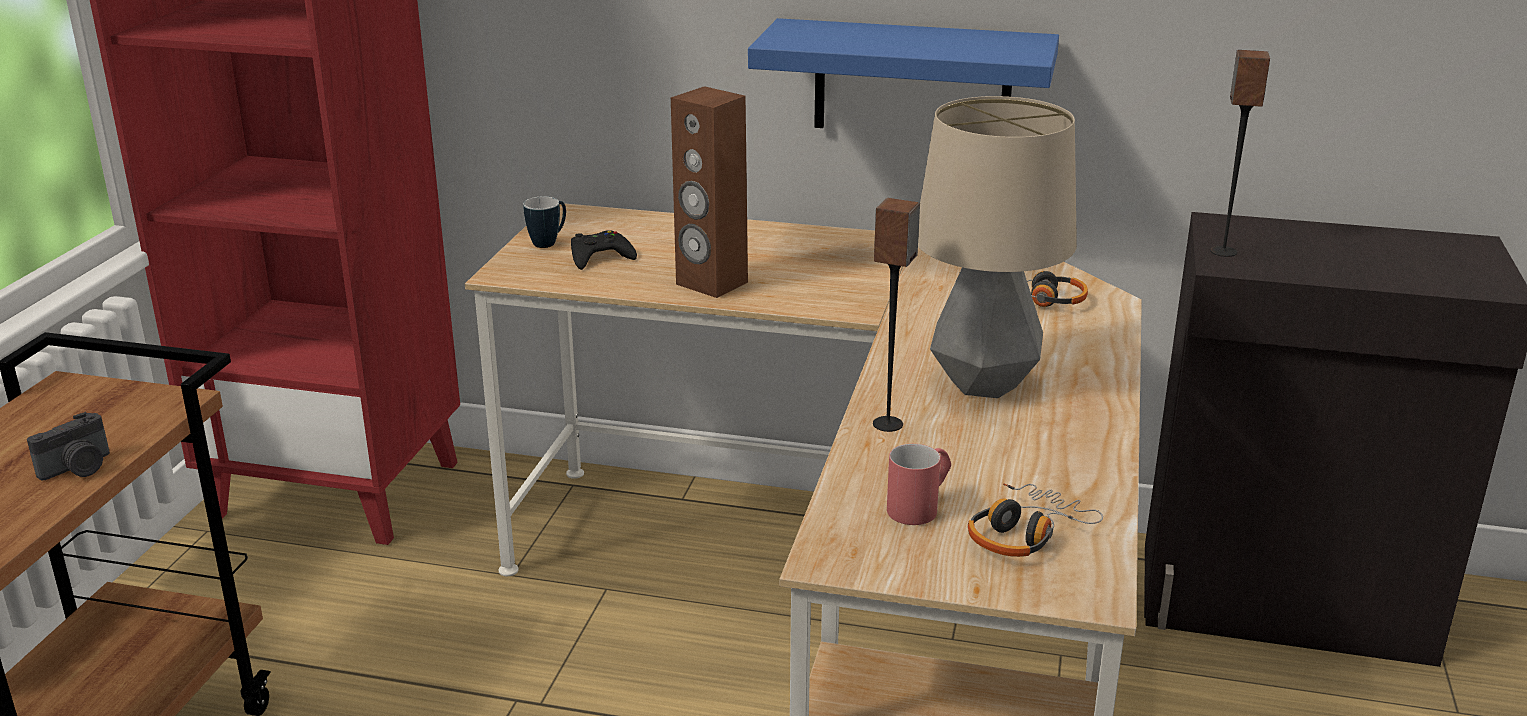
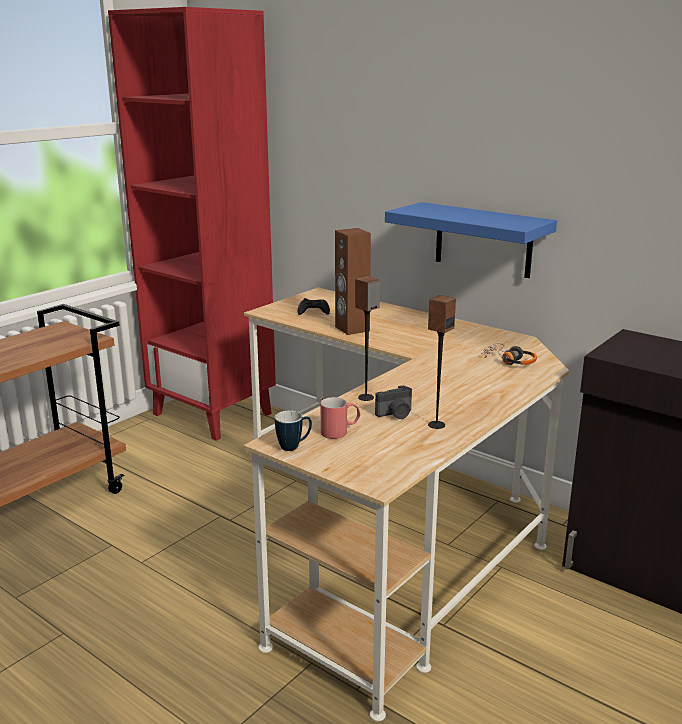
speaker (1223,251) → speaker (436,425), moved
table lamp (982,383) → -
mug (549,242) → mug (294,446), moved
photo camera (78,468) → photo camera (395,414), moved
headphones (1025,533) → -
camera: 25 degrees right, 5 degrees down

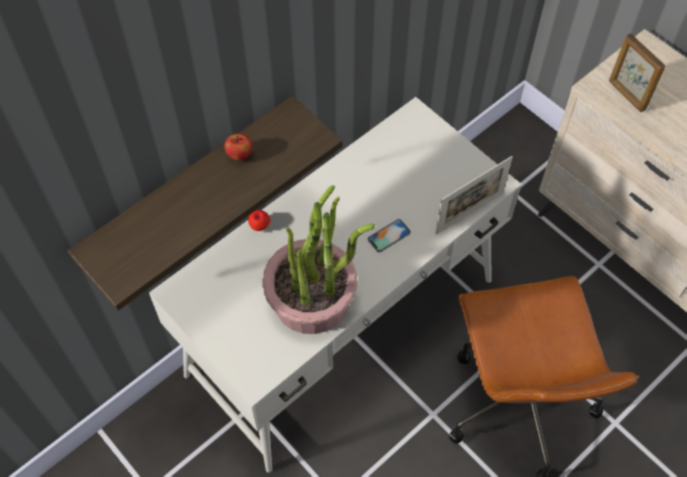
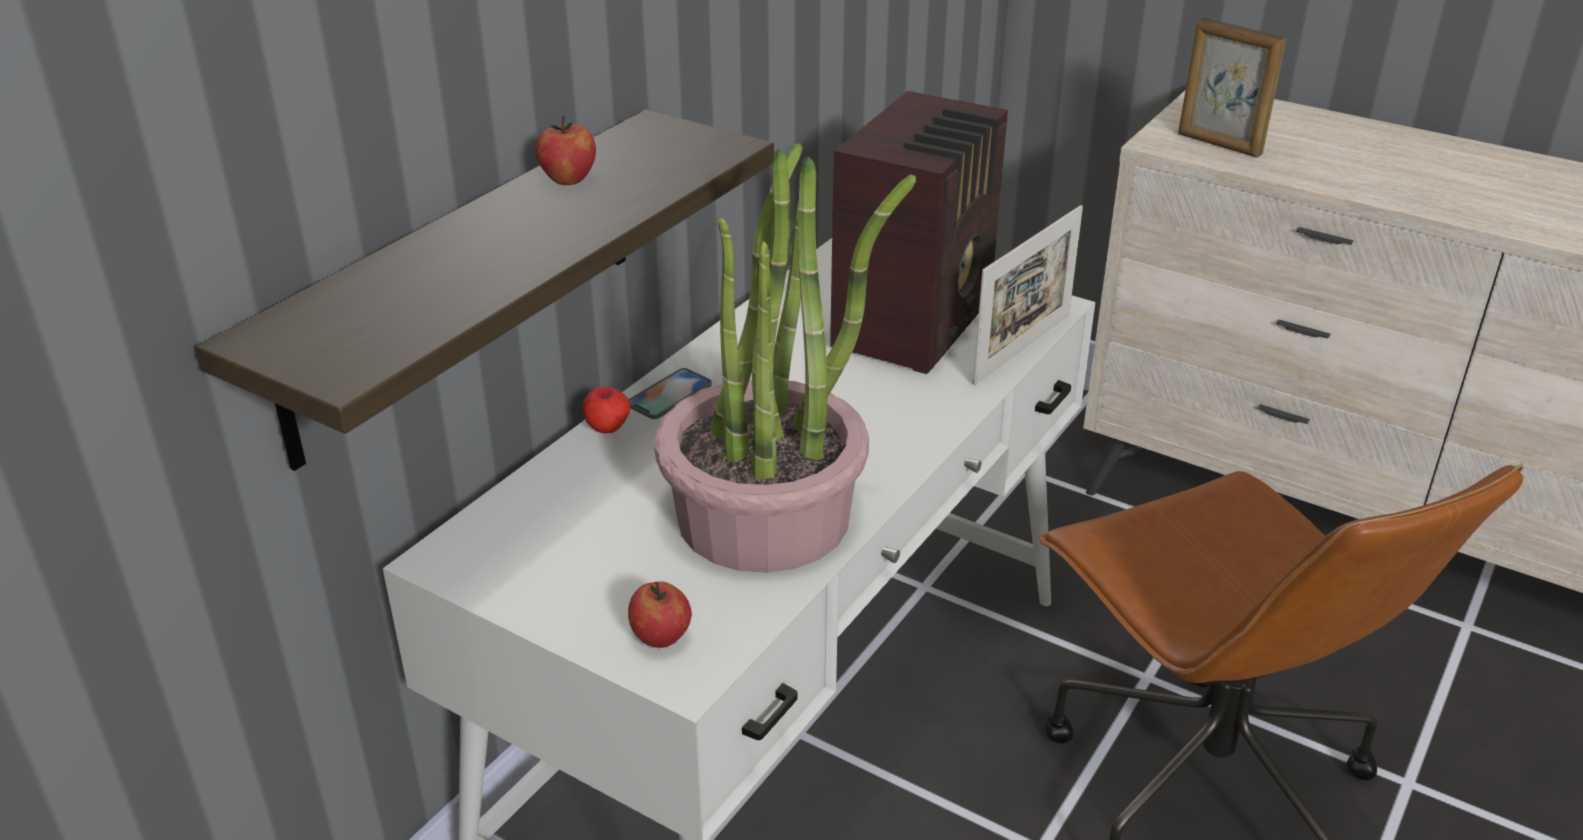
phone (389,236) → phone (669,394), moved
- → radio (918,323)
- → apple (661,638)
camera: 15 degrees left, 25 degrees down

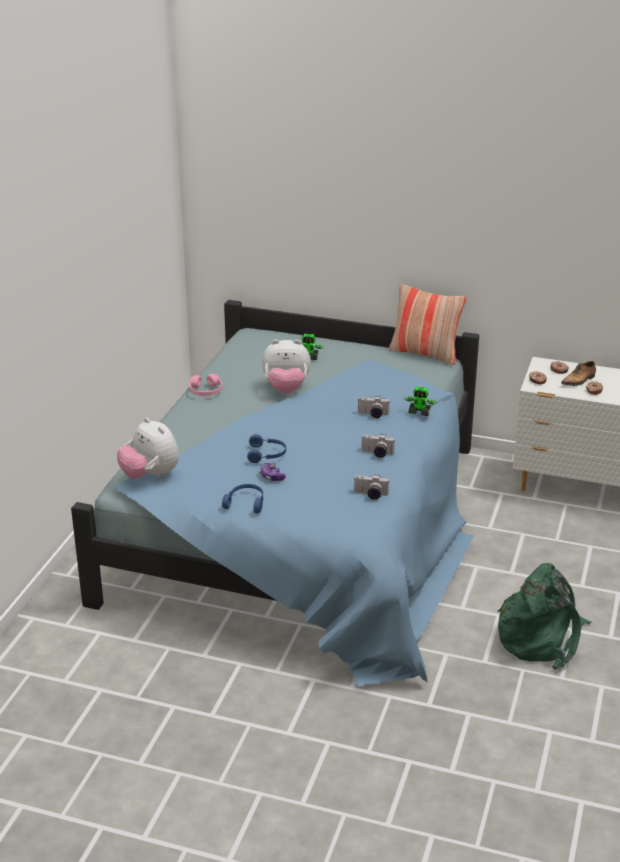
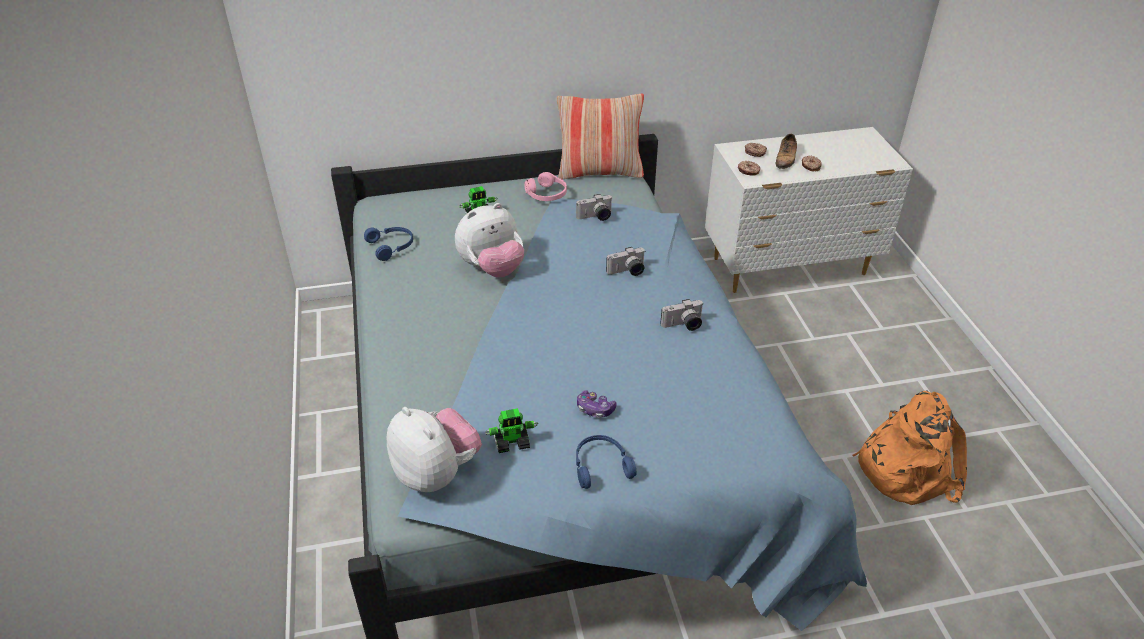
headphones (pink) (206,391) → headphones (pink) (546,194), moved
toy robot (419,412) → toy robot (512,443), moved
plush toy (150,475) → plush toy (437,473), 150 degrees counterclockwise
headphones (blue) (267,454) → headphones (blue) (392,246), moved
photo camera (370,495) → photo camera (595,217), moved
backpack (green) (541,638) → backpack (orange) (905,467)
camera: 30 degrees left, 10 degrees up

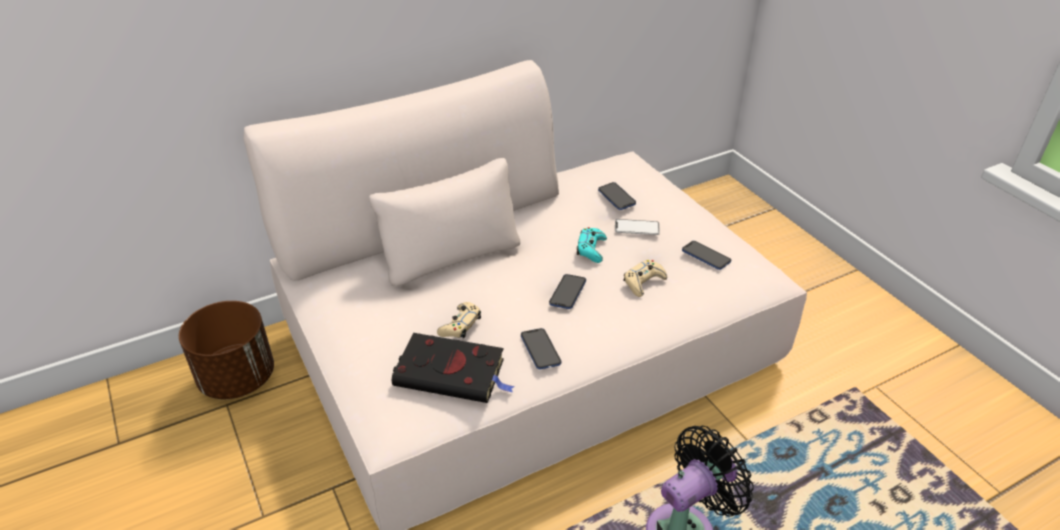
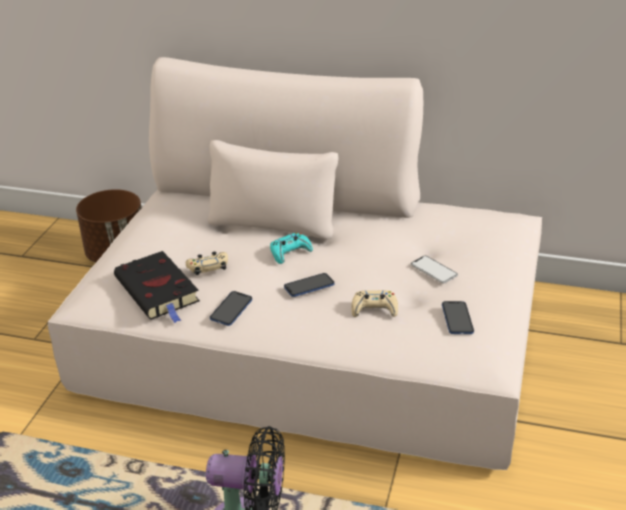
phone (616,197) → -
game controller (turquoise) (591,249) → game controller (turquoise) (290,252), moved
camera: 45 degrees right, 5 degrees down

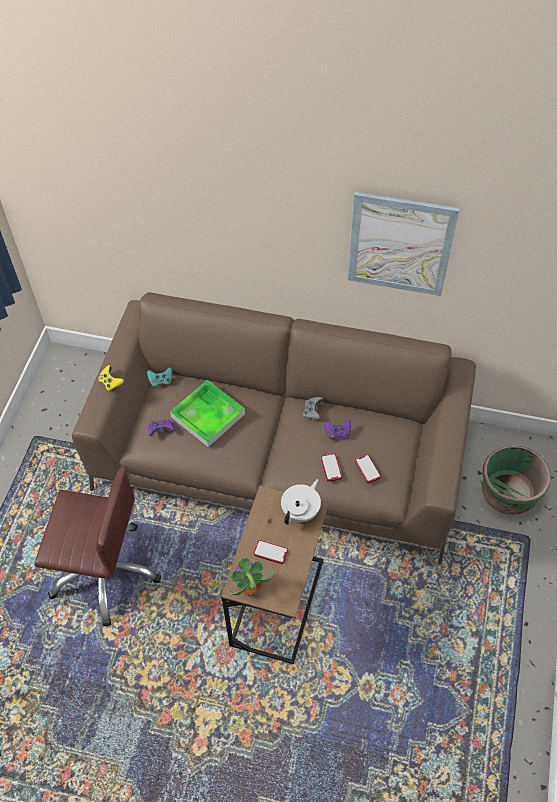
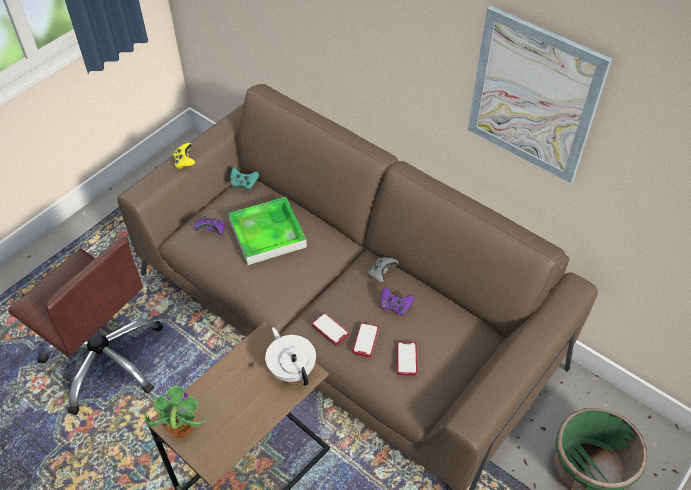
teapot (white) (301,511) → teapot (white) (292,369), 90 degrees counterclockwise
phone (270,552) → phone (330,329), moved
camera: 25 degrees right, 5 degrees down

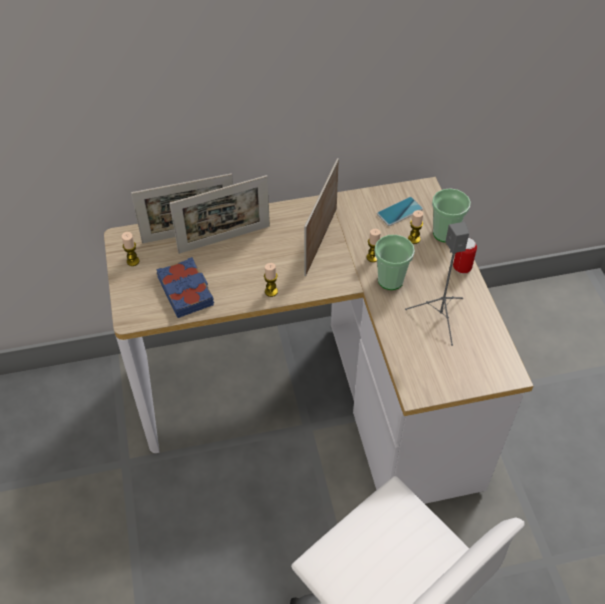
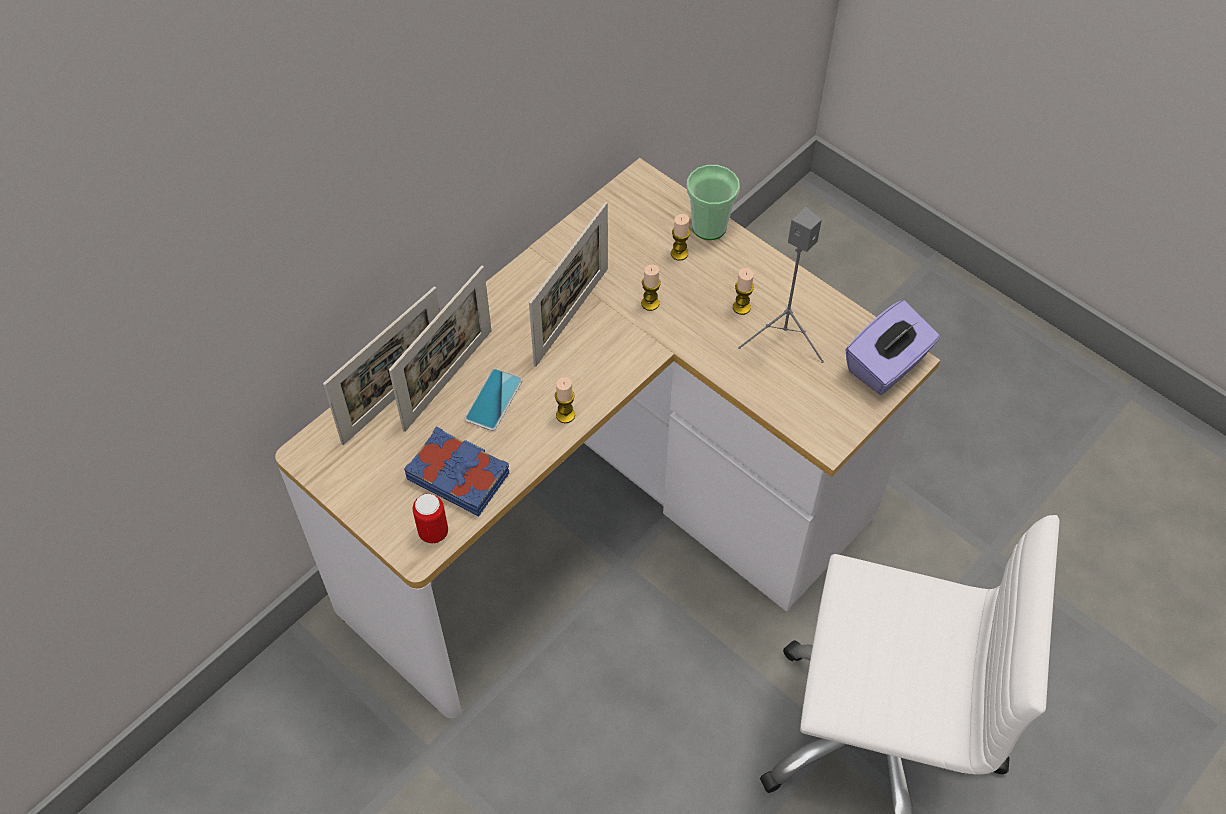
picture frame (320,241) → picture frame (571,316), 135 degrees counterclockwise
phone (399,212) → phone (494,400), moved
candle (133,261) → candle (741,307), moved
cup (390,280) → -
can (462,268) → can (433,532), moved
- → tissue box (purple) (887,365)
camera: 35 degrees left, 5 degrees up

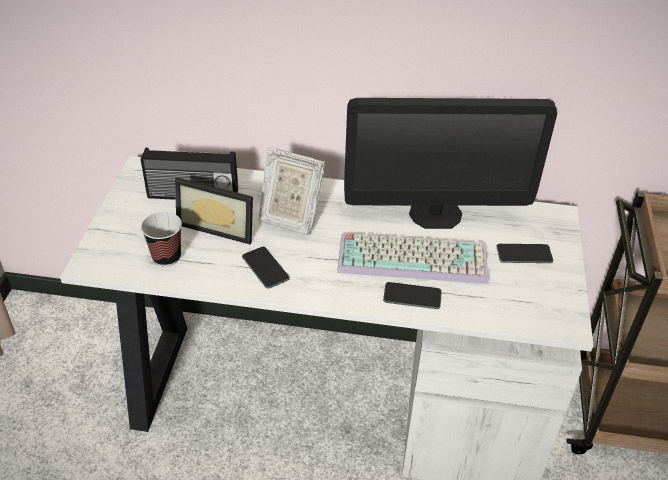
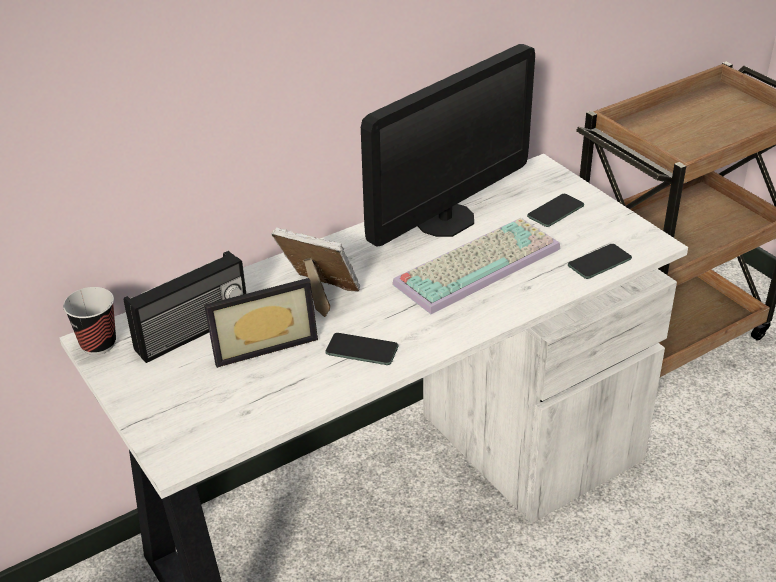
picture frame (289,218) → picture frame (321,296), 135 degrees counterclockwise
cup (166,257) → cup (98,344), moved
phone (412,296) → phone (599,262), moved
camera: 40 degrees left, 5 degrees down

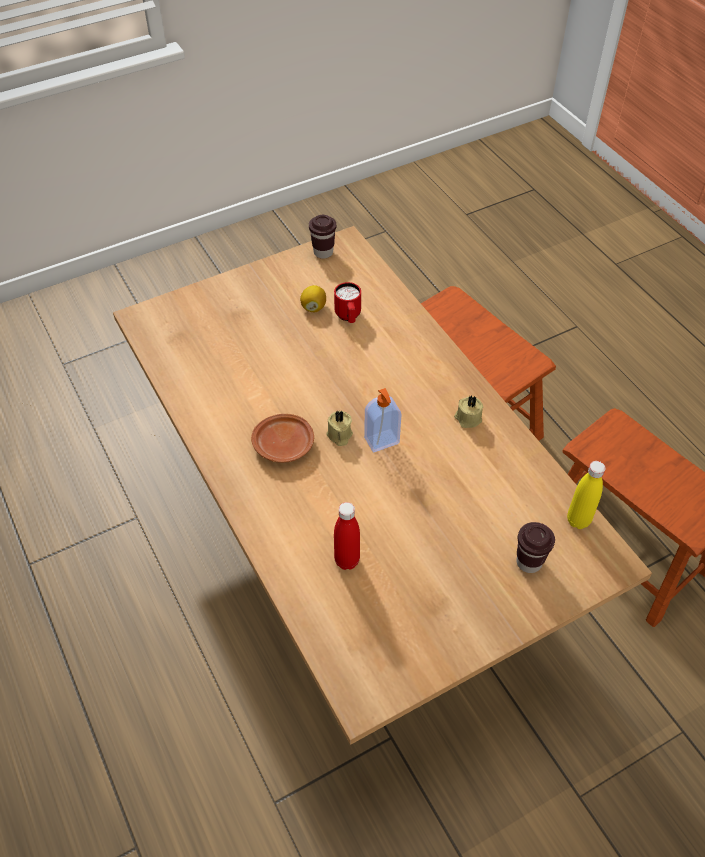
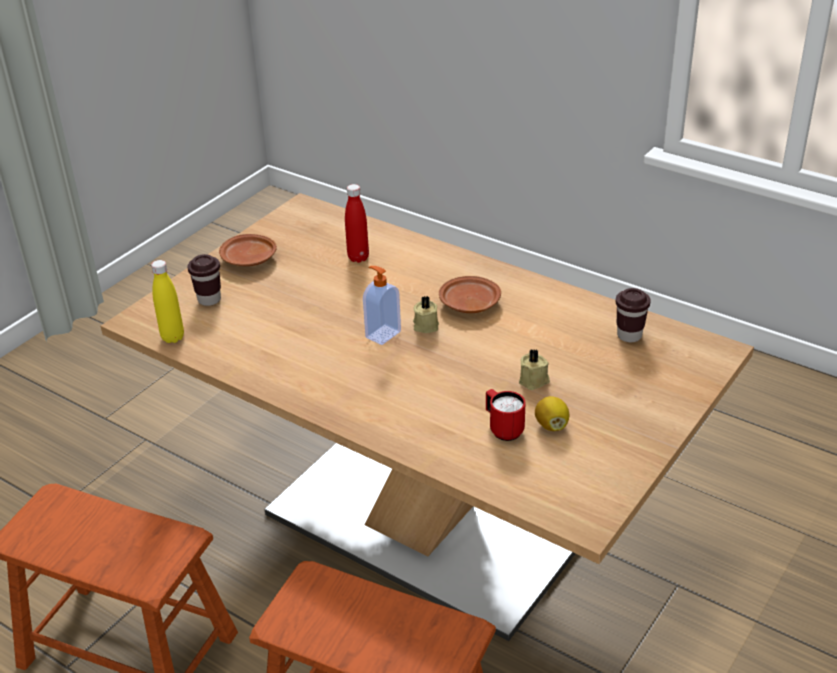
cup (brown) (323,252) → cup (brown) (629,335), moved
candle (beige) (467,418) → candle (beige) (534,381), moved
- → plate (brown) (249,259)
camera: 155 degrees right, 15 degrees down

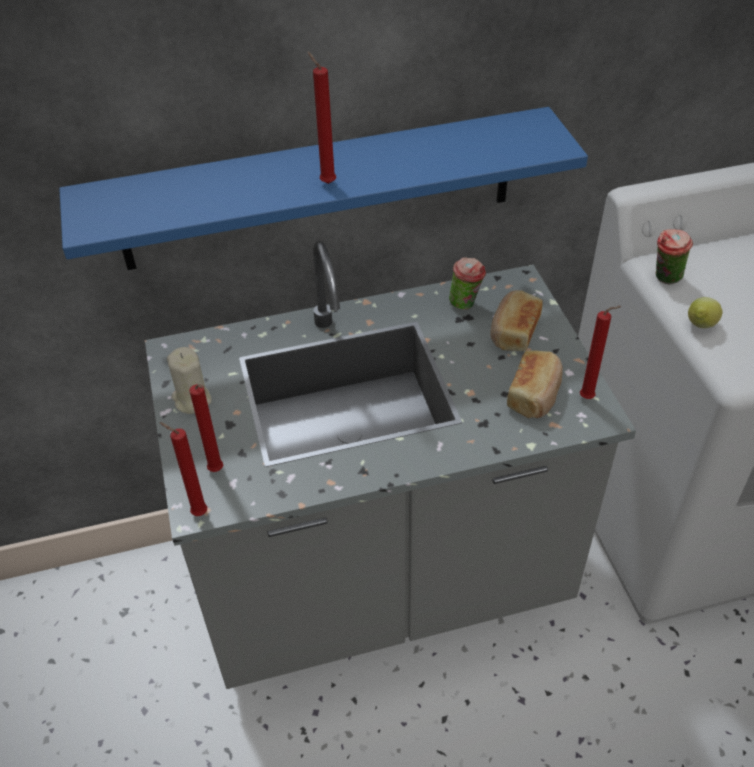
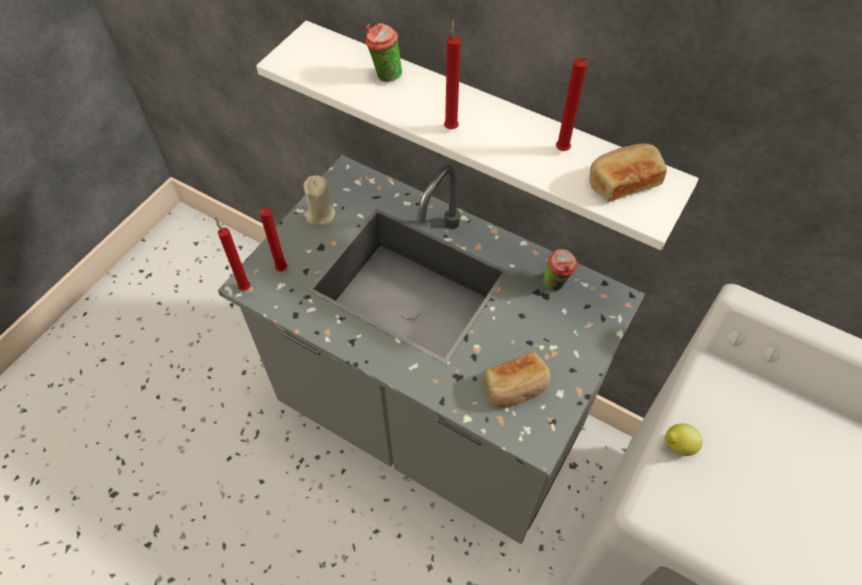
shelf (blue) (319,190) → shelf (white) (482,127)
cup (665,279) → cup (384,76), moved
bread (513,331) → bread (622,182), moved
candle (red) (589,398) → candle (red) (563,152), moved
camera: 45 degrees right, 10 degrees up

